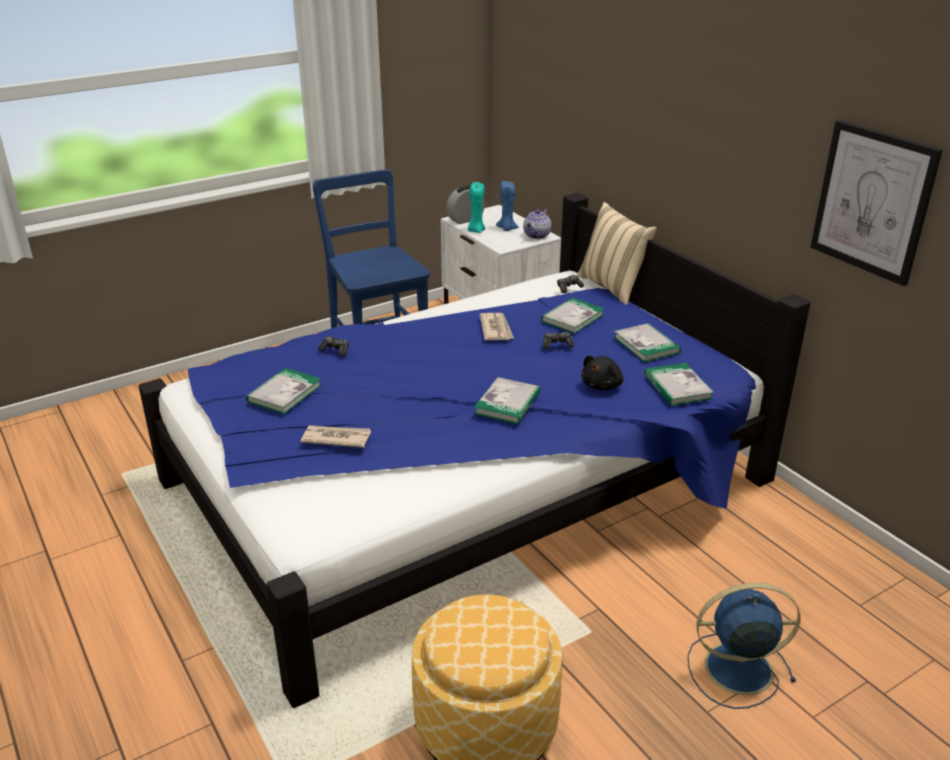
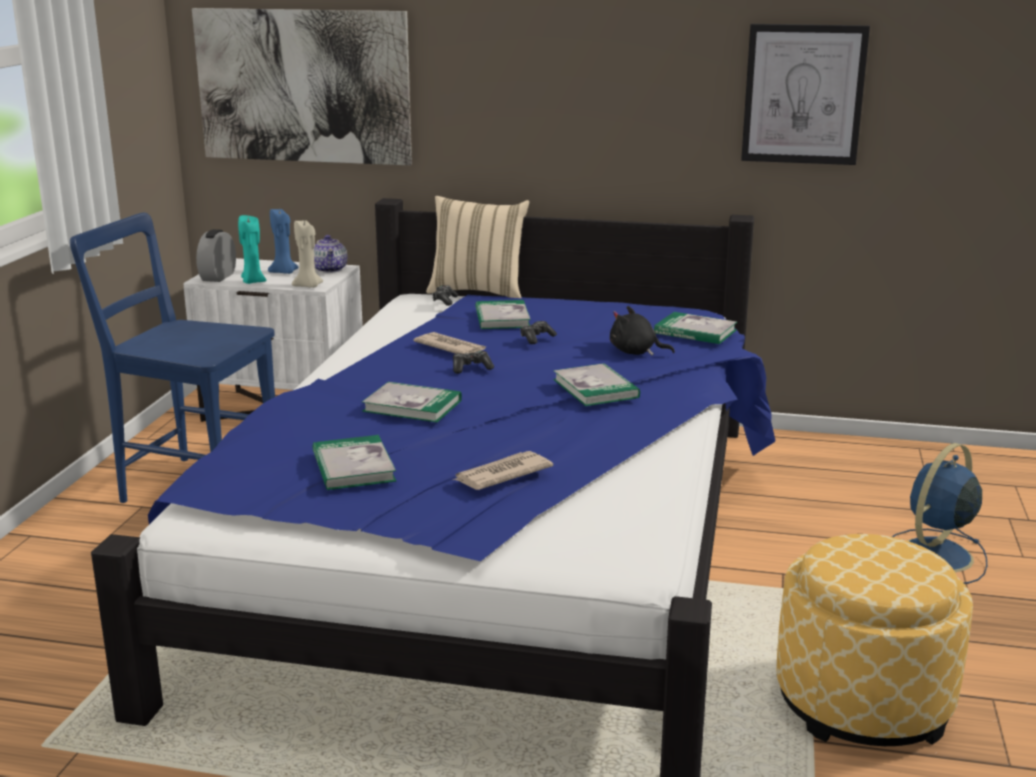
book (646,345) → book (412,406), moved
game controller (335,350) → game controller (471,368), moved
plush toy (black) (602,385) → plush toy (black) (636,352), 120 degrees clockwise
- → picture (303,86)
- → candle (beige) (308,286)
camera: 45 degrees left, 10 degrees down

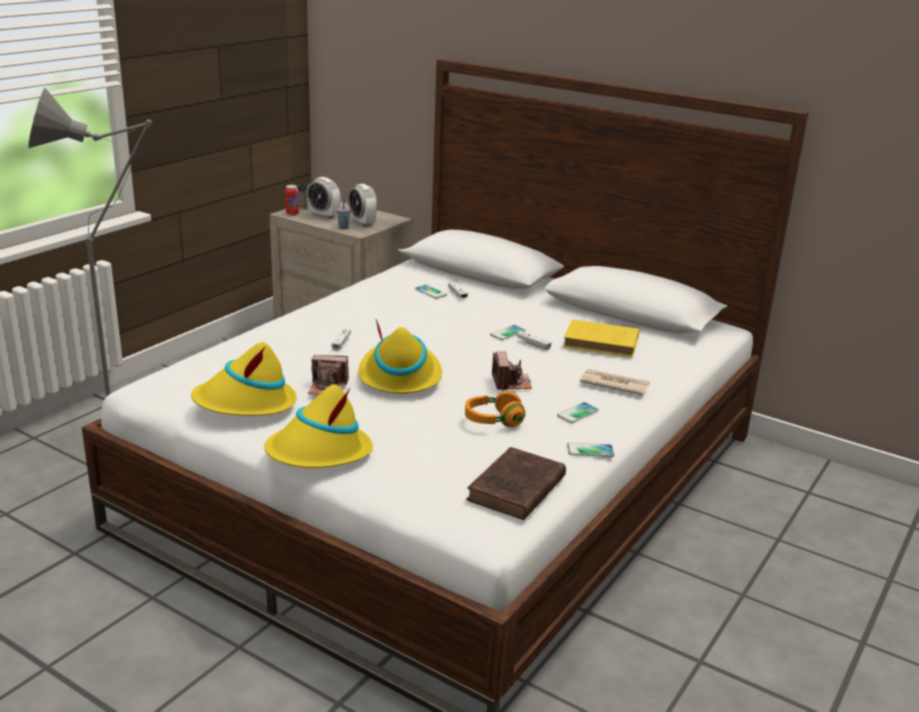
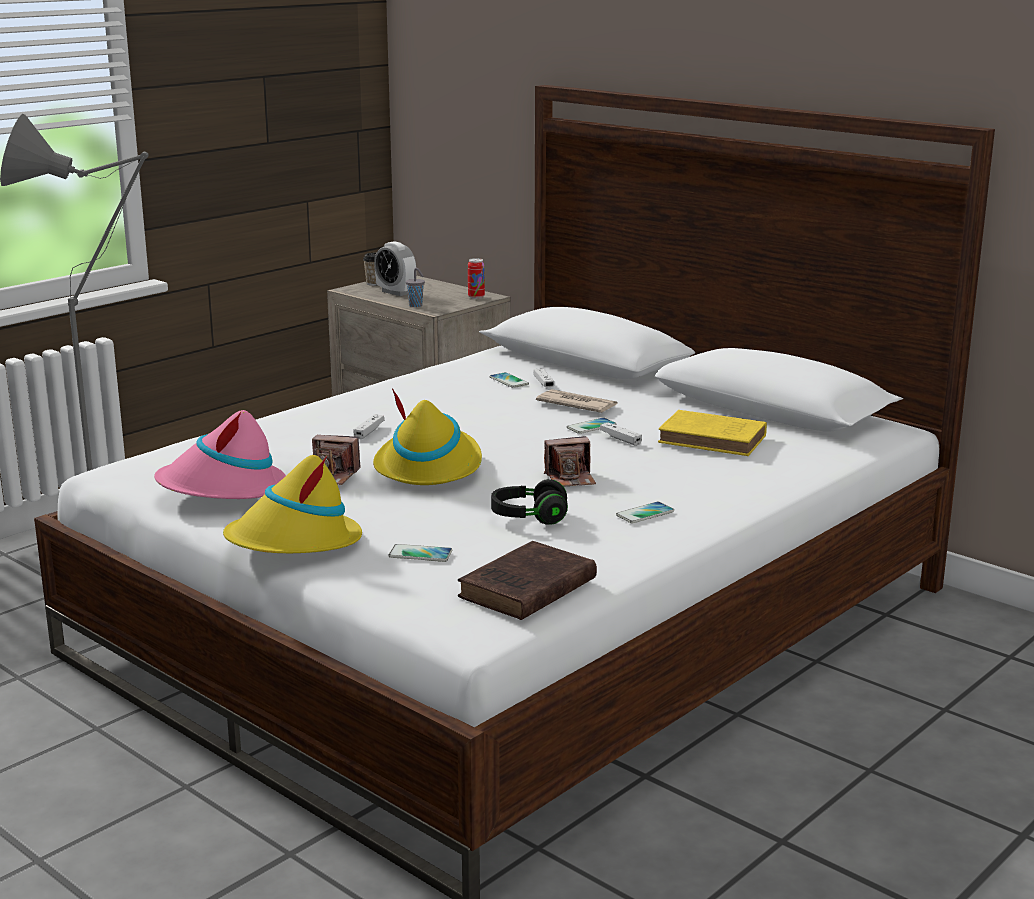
alarm clock (362,223) → -
can (292,214) → can (476,297), moved
hat (yellow) (245,404) → hat (pink) (223,489)
photo camera (511,383) → photo camera (570,478), 75 degrees clockwise
newspaper (613,384) → newspaper (576,405), moved
headphones (orange) (493,421) → headphones (black) (529,518)
phone (590,451) → phone (420,554), moved
camera: 10 degrees right, 5 degrees down

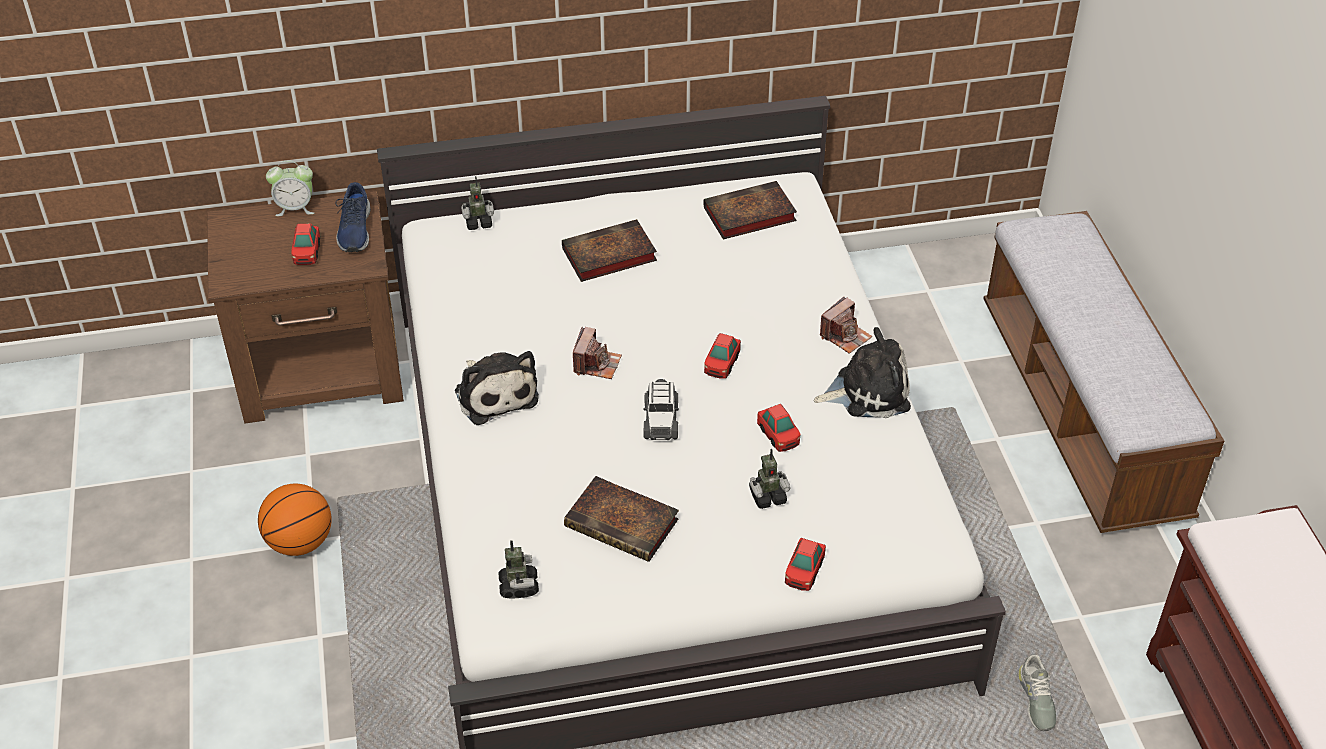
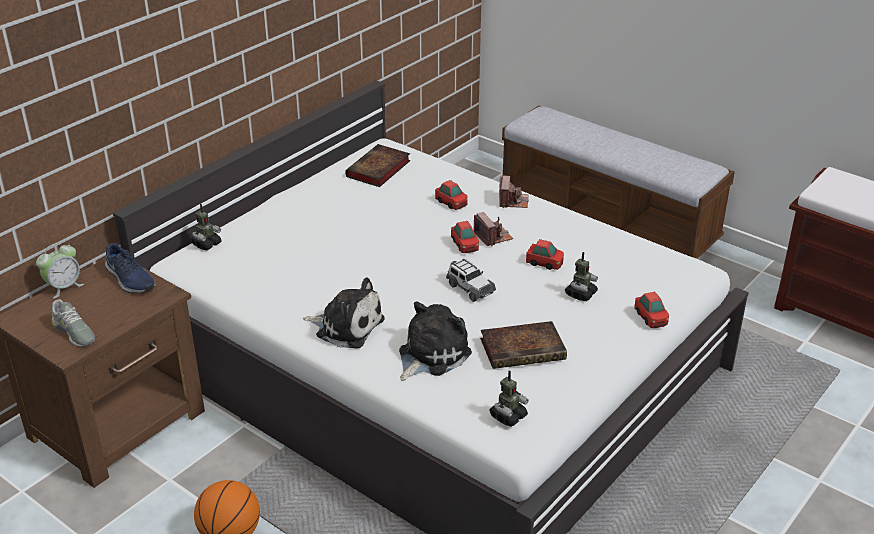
book (607,256) → -
toy car (307,253) → toy car (451,203), moved
photo camera (596,364) → photo camera (493,237), moved
plush toy (867,391) → plush toy (431,355), moved
toy robot (519,586) → toy robot (508,416), 90 degrees clockwise
shoe (grey) (1036,699) → shoe (grey) (74,332), moved
camera: 40 degrees left, 10 degrees down

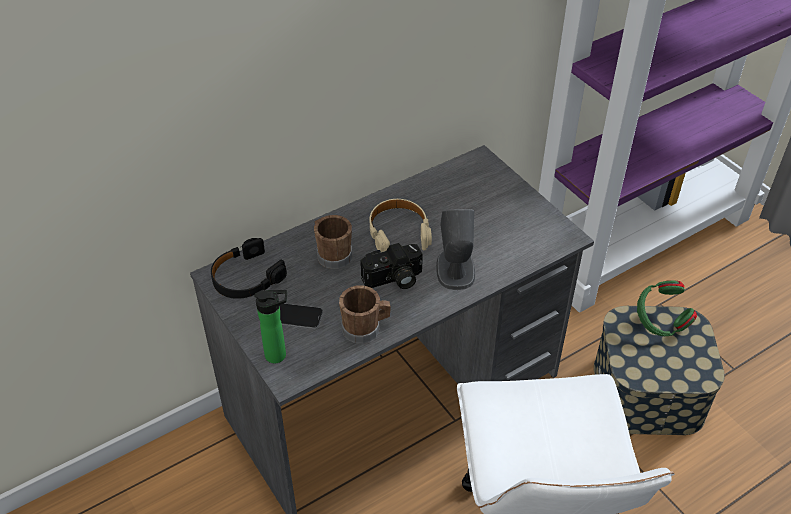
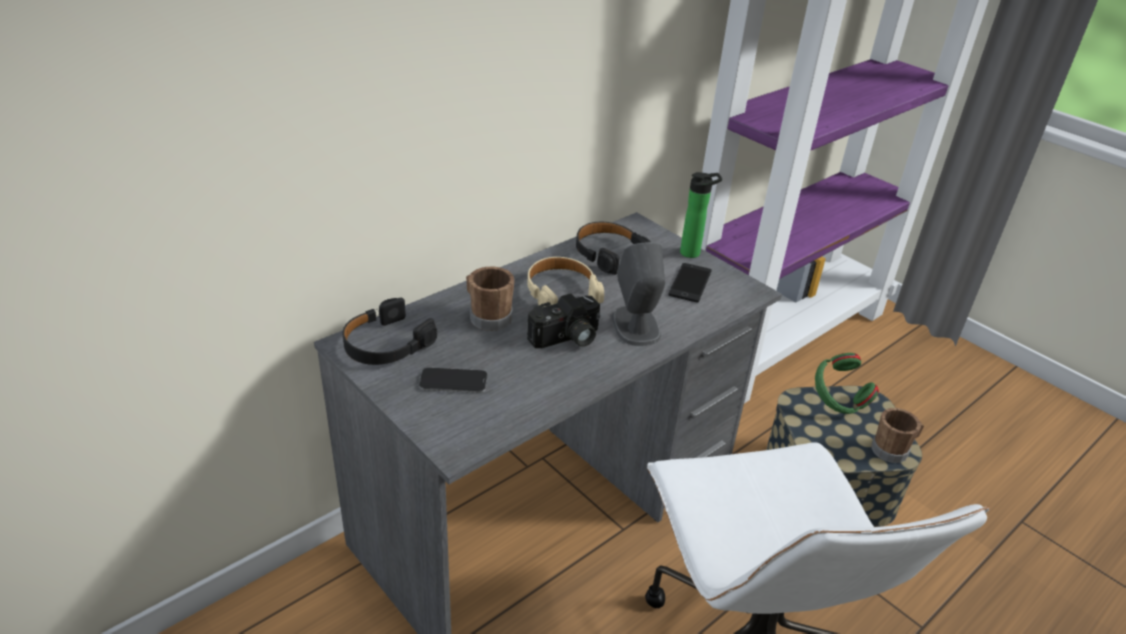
mug (brown) (365,328) → mug (brown) (893,450), moved
bottle (279,355) → bottle (693,252), moved
- → headphones (black) (608,254)
- → phone (690,283)
camera: 10 degrees left, 10 degrees down

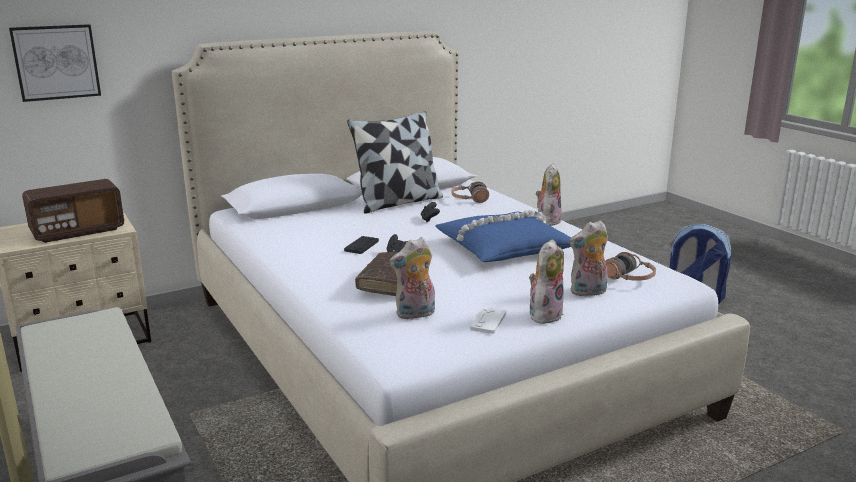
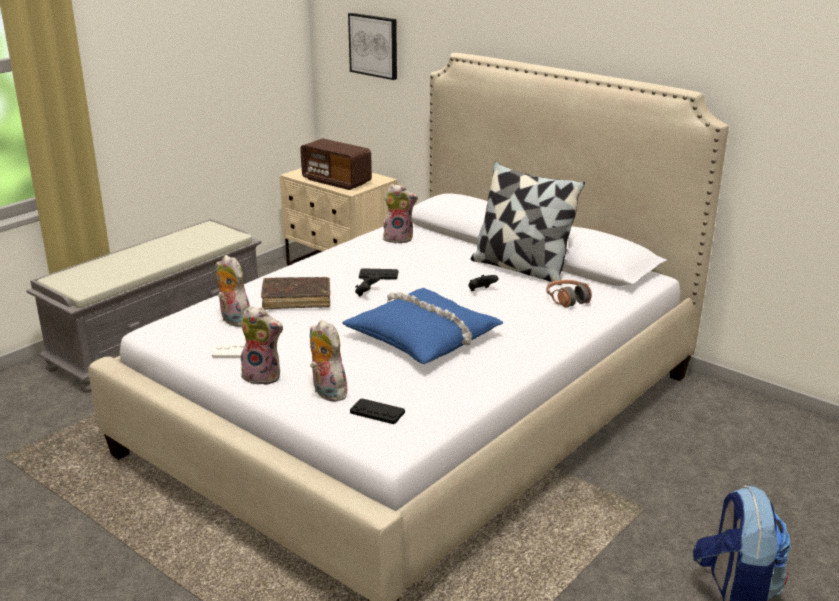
plush toy (547,220) → plush toy (399,238), moved
headphones (629,278) → game controller (black) (377,412)
camera: 70 degrees right, 5 degrees up

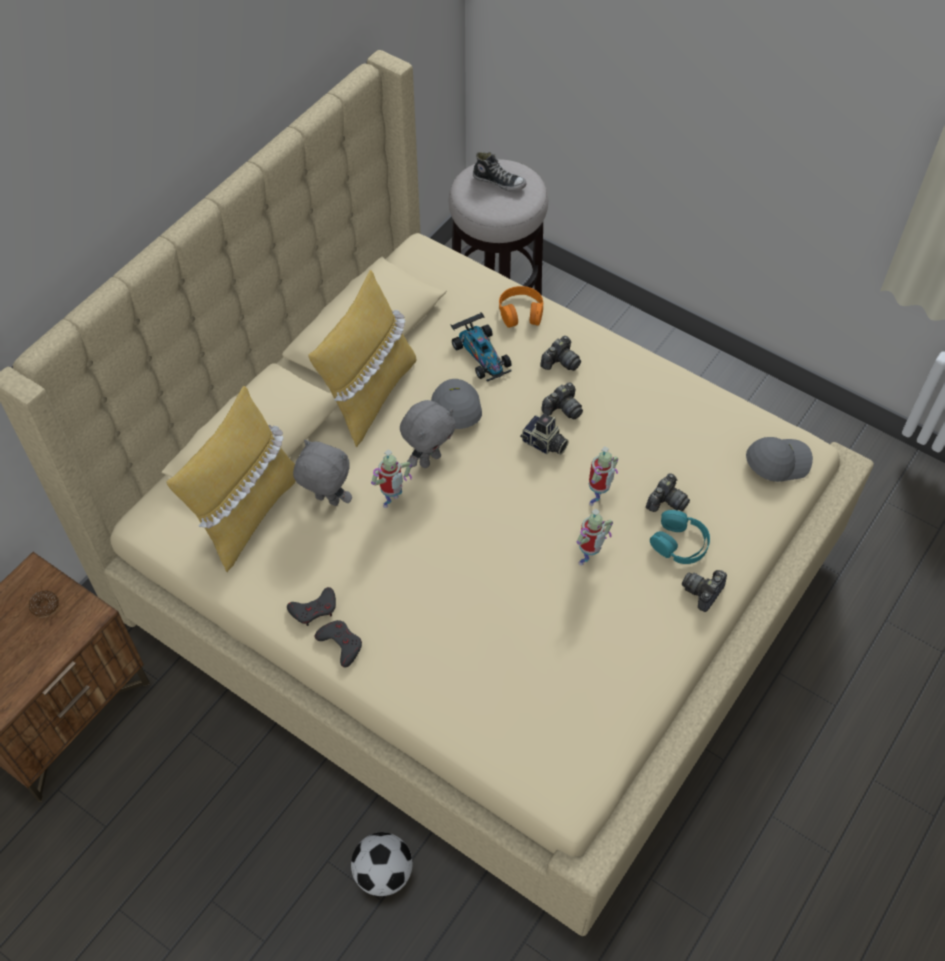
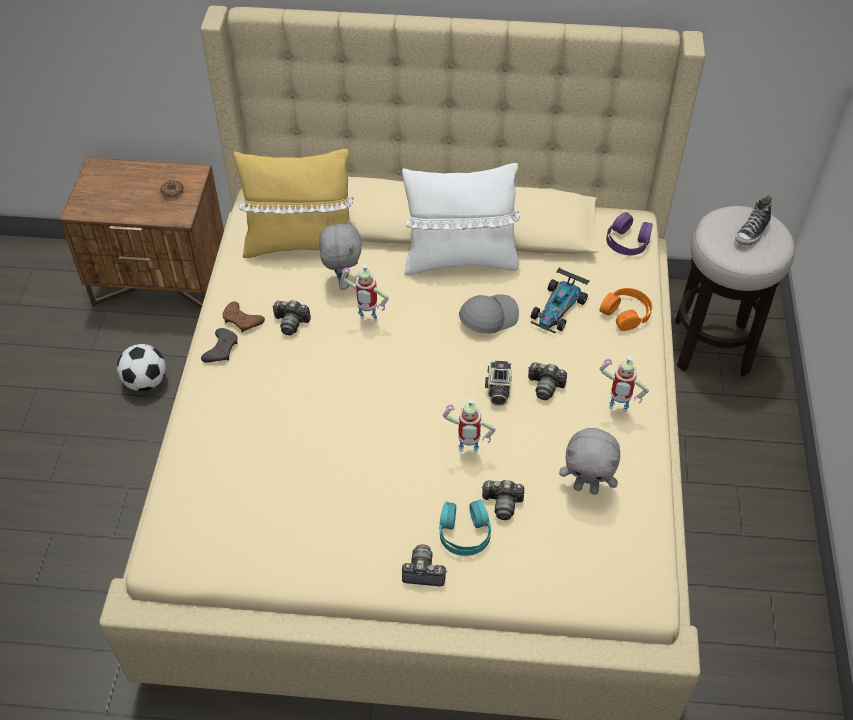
shoe (499,182) → shoe (752,232), 45 degrees clockwise
pillow (yellow) (369,395) → pillow (white) (459,260)
photo camera (560,362) → photo camera (291,323), moved
plush toy (grey) (429,459) → plush toy (grey) (586,487), moved
cap (grey) (777,462) → -
toy robot (588,560) → toy robot (617,411), moved
game controller (grey) (314,609) → game controller (brown) (242,320)
football (383,873) → football (146,382), moved
- → headphones (purple) (628,241)
camera: 60 degrees right, 5 degrees down

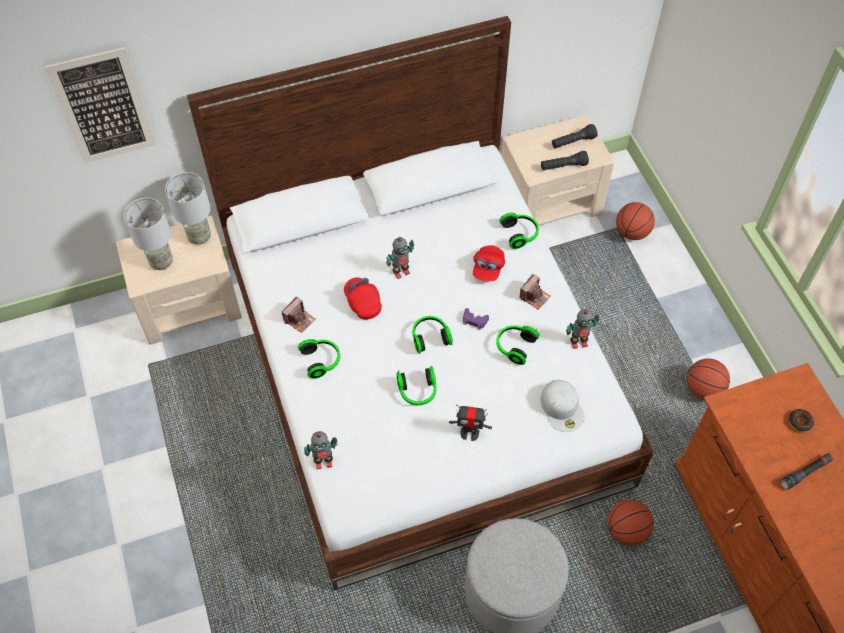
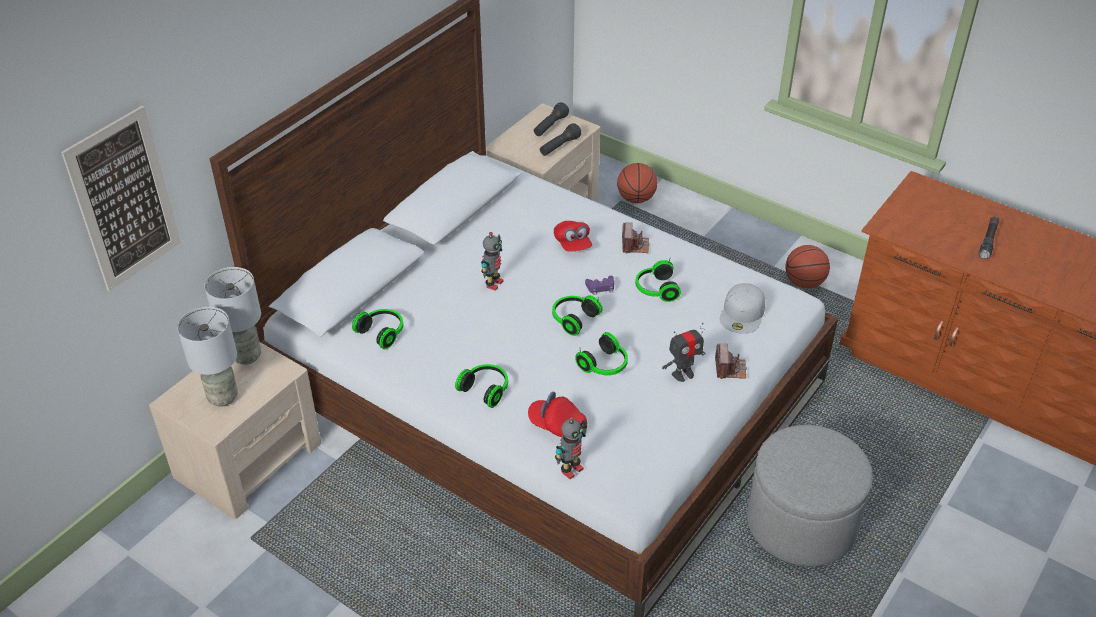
headphones (520,234) → headphones (382,333), moved
cap (red) (363,302) → cap (red) (557,426), moved
photo camera (299,319) → photo camera (730,369), moved
toy robot (578,342) → -
cap (white) (562,408) → cap (white) (743,313), 75 degrees clockwise
donut (799,422) → -
basketball (626,530) → -
camera: 35 degrees left, 15 degrees down

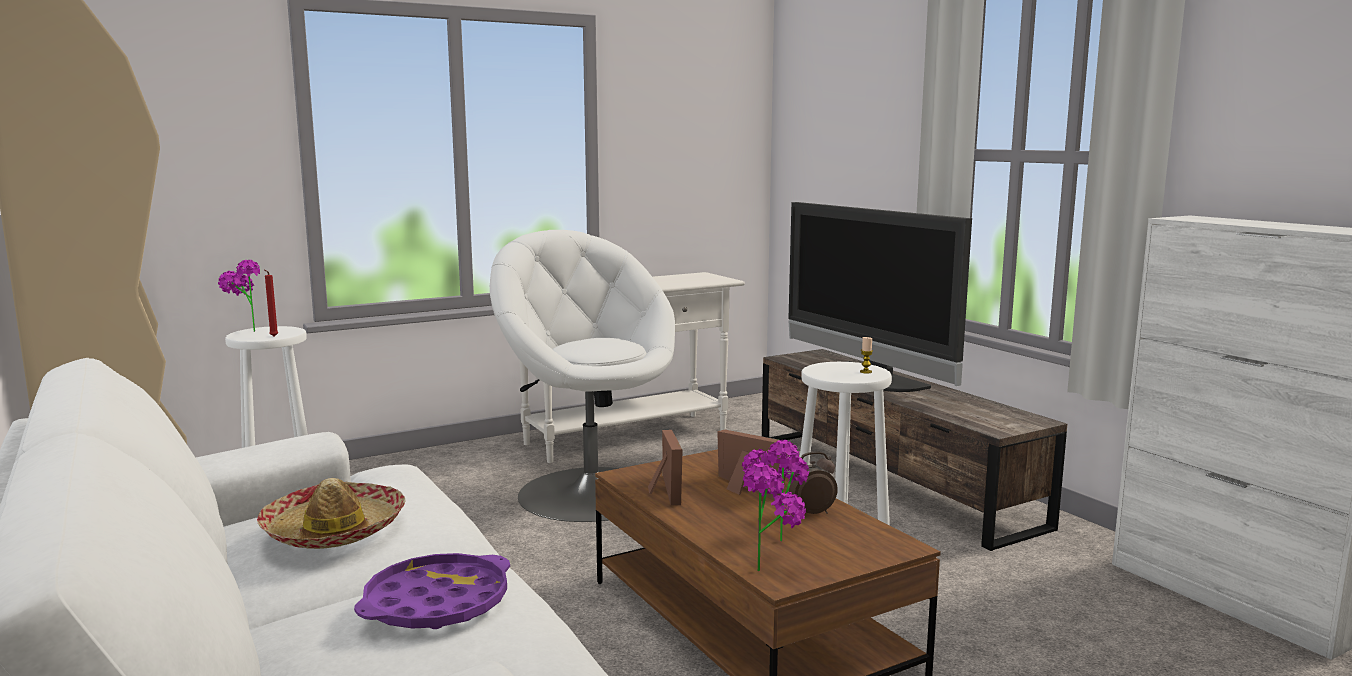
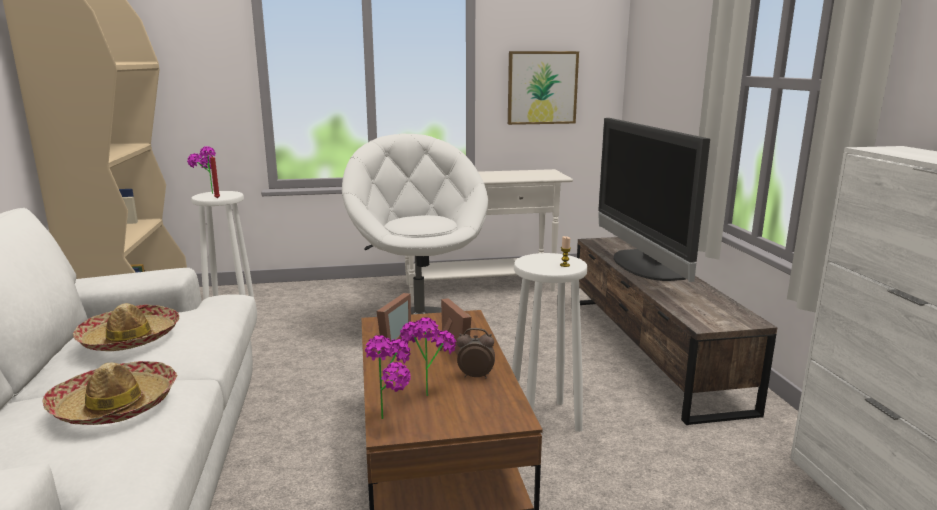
tray (purple) (436,603) → hat (116,405)
- → picture (542,88)
camera: 20 degrees right, 5 degrees up

